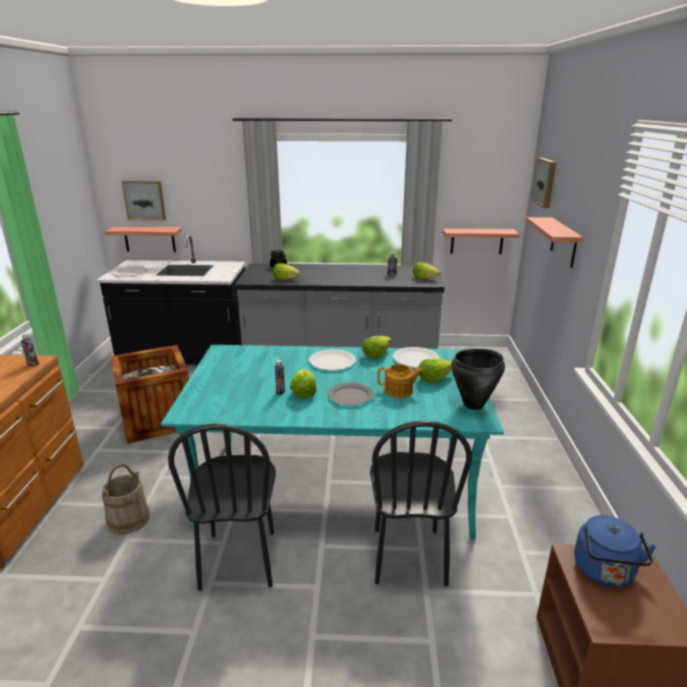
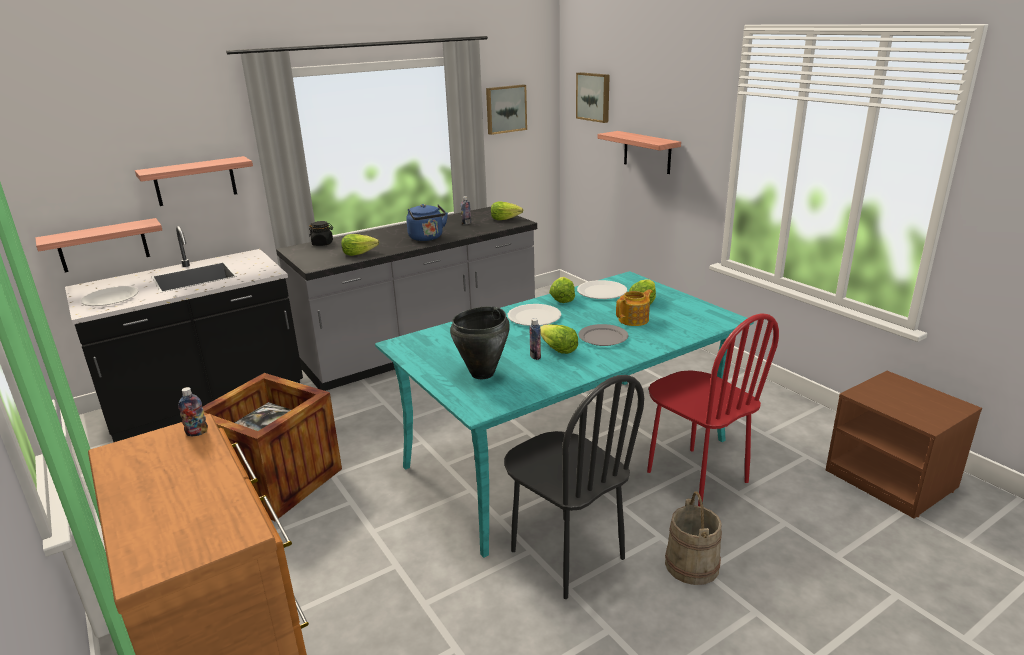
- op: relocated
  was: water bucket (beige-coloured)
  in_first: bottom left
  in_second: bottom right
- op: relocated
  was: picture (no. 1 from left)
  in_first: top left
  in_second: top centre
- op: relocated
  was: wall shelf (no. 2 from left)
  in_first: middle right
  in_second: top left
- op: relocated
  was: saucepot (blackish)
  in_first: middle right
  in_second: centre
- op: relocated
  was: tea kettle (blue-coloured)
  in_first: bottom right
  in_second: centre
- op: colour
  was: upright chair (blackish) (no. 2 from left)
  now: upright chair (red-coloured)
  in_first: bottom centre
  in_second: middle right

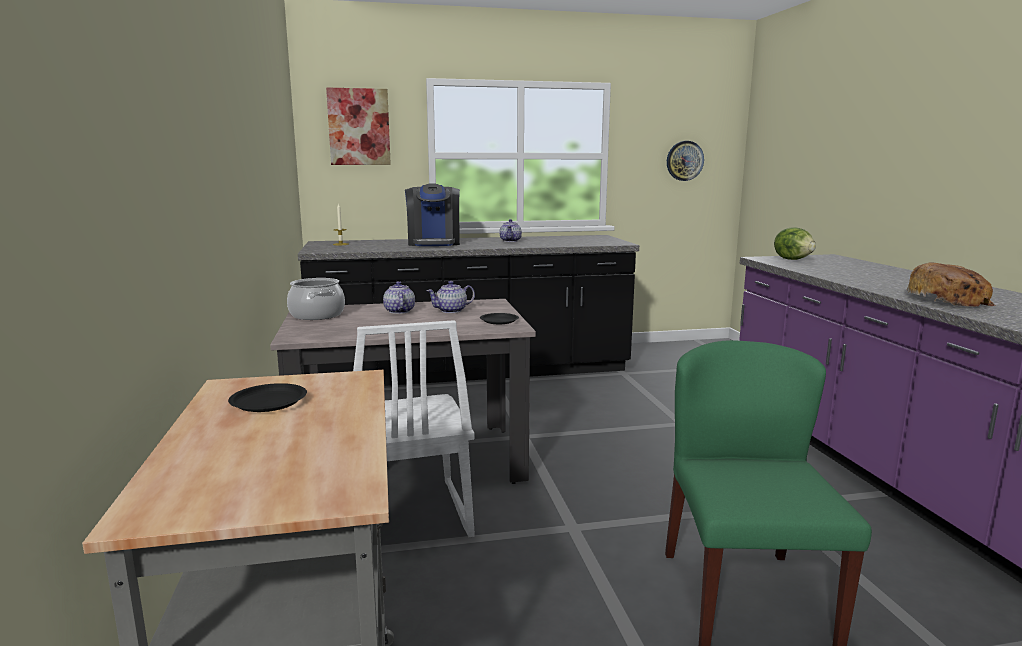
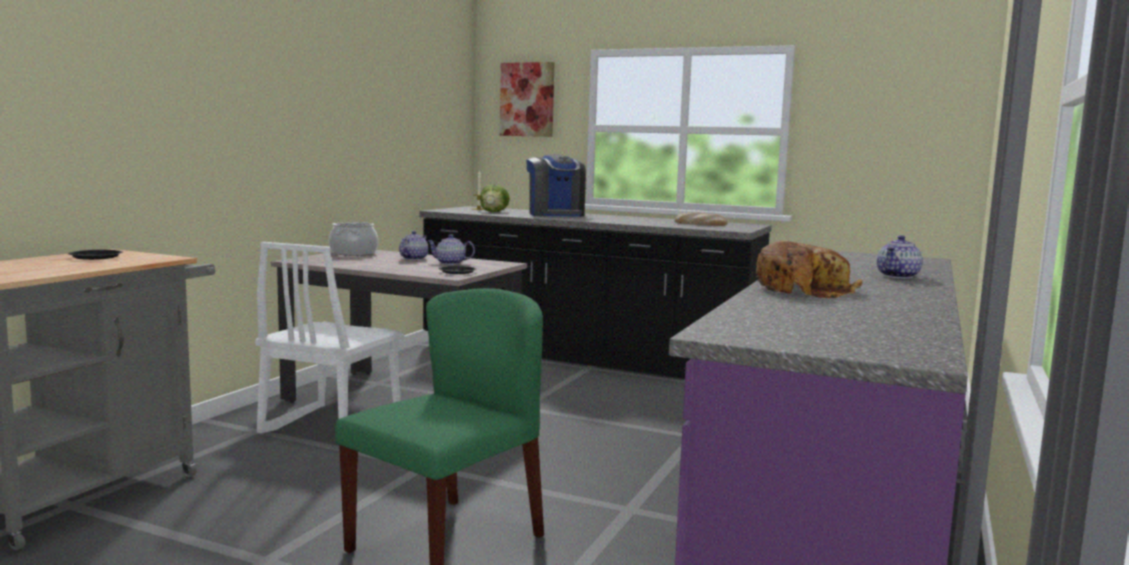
- op: missing
  was: wall clock
  in_first: top right
- op: appeared
  now: bread (no. 1 from left)
  in_second: centre
- op: relocated
  was: tea pot (no. 3 from left)
  in_first: centre
  in_second: middle right
- op: relocated
  was: lettuce
  in_first: middle right
  in_second: centre
- op: spun
  was: coffee brewer
  in_first: top centre
  in_second: top centre
  clockwise: -45

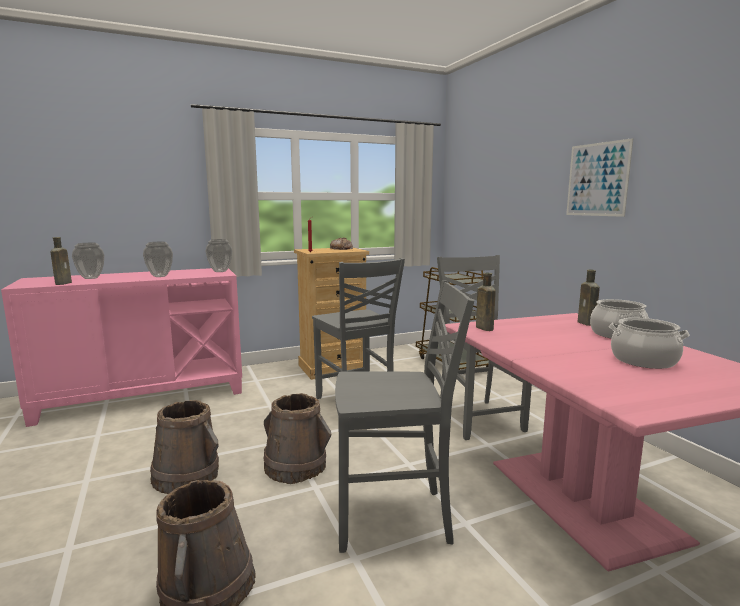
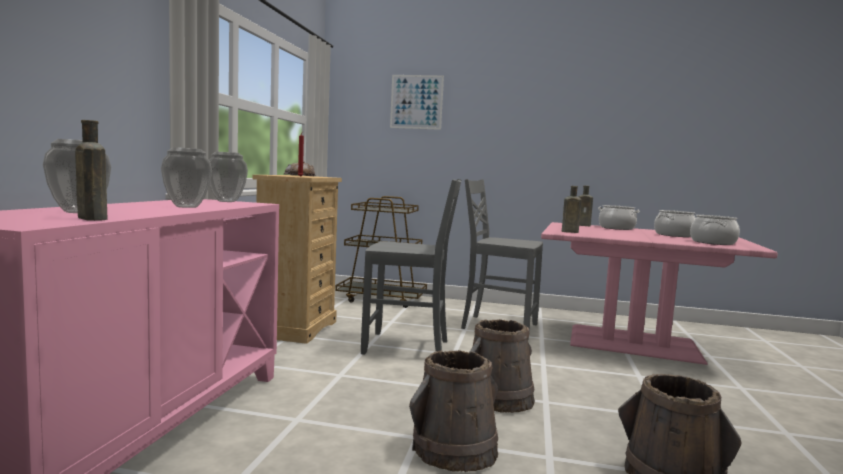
- op: missing
  was: upright chair (gray) (no. 2 from left)
  in_first: bottom centre
- op: appeared
  now: saucepot (no. 3 from left)
  in_second: middle right
- op: relocated
  was: picture
  in_first: top right
  in_second: top centre

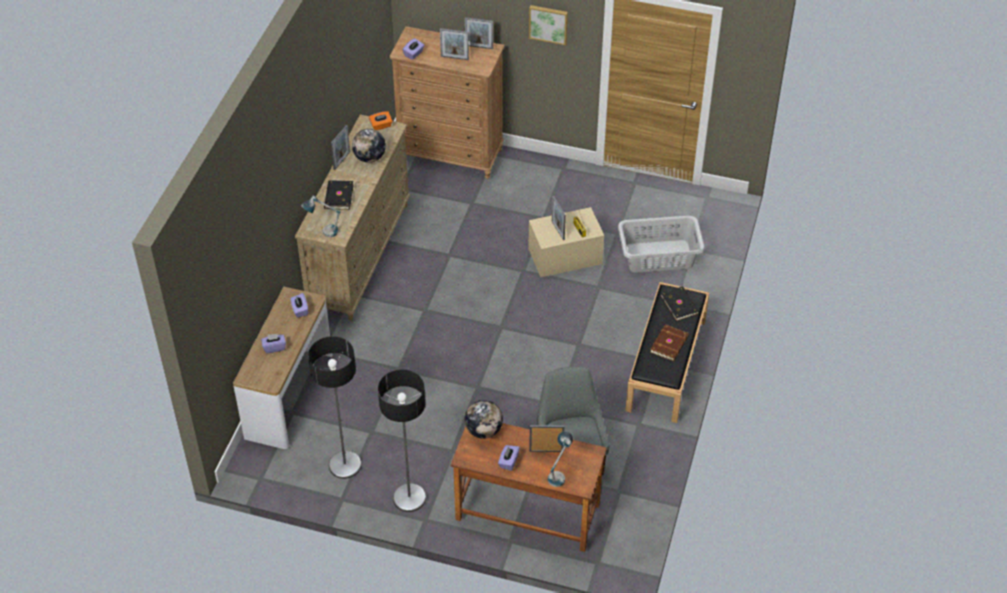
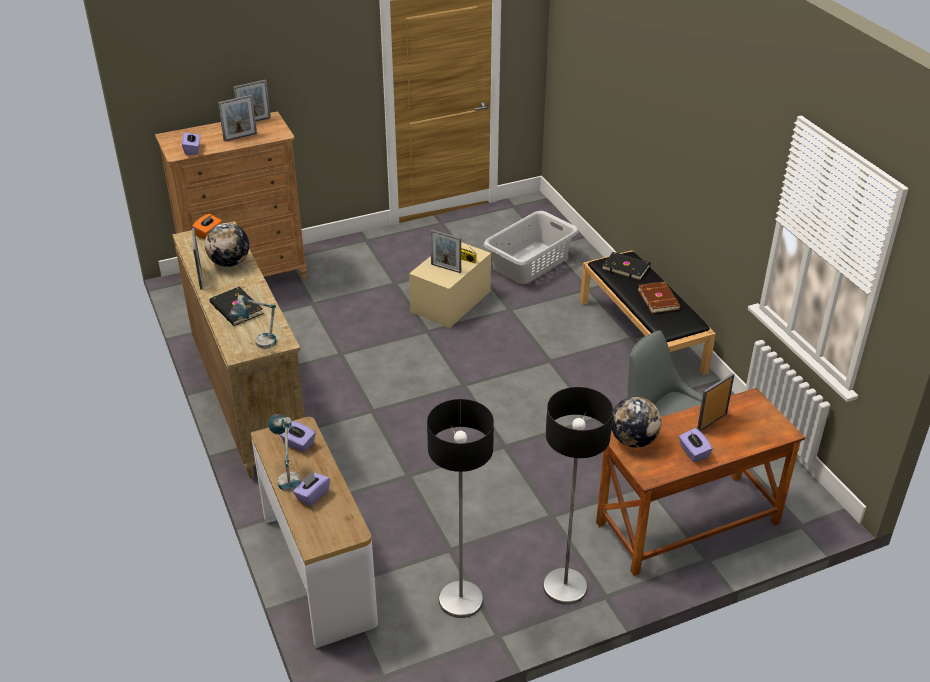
- op: missing
  was: picture
  in_first: top centre
- op: relocated
  was: lamp for a table (no. 2 from left)
  in_first: bottom centre
  in_second: middle left

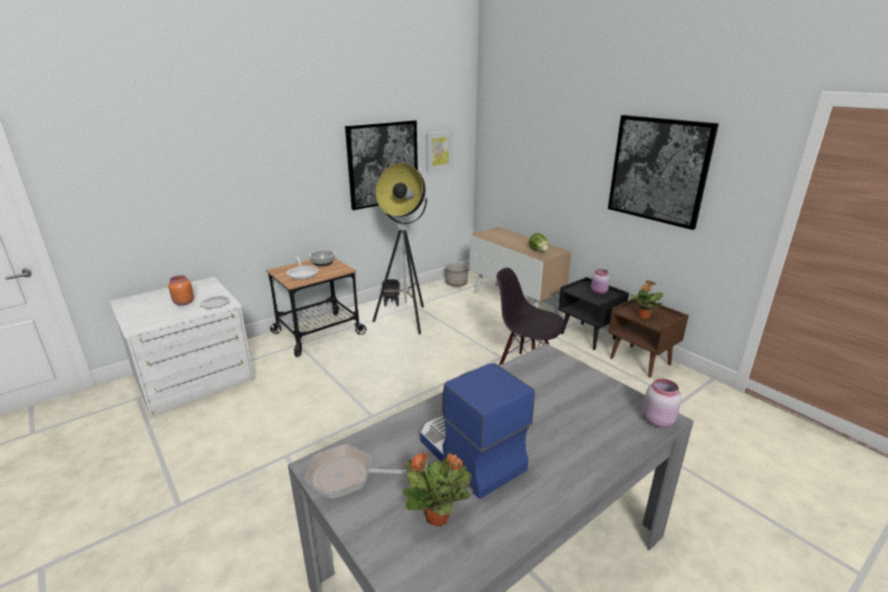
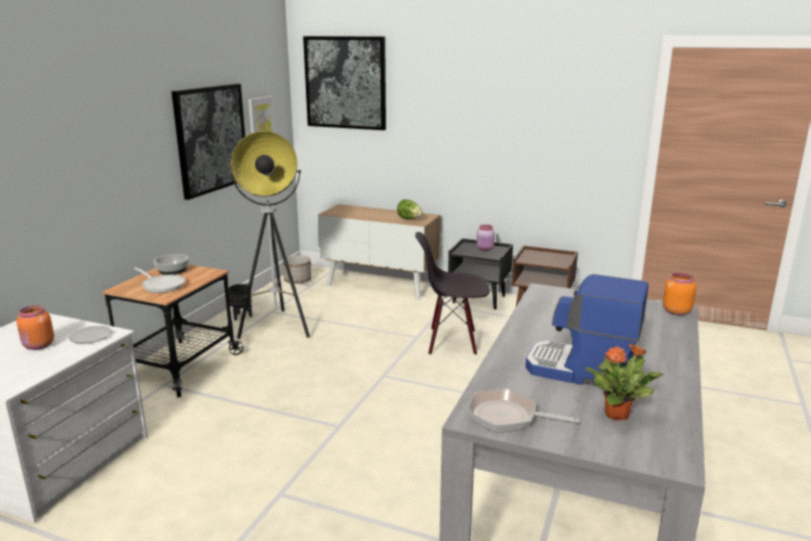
- op: missing
  was: plant in a pot (no. 2 from left)
  in_first: middle right
- op: relocated
  was: picture (no. 3 from left)
  in_first: top right
  in_second: top centre
- op: colour
  was: jar (pink) (no. 2 from left)
  now: jar (orange) (no. 2 from left)
  in_first: bottom right
  in_second: middle right
- op: spun
  was: skillet (no. 2 from left)
  in_first: bottom centre
  in_second: bottom centre
  clockwise: 45

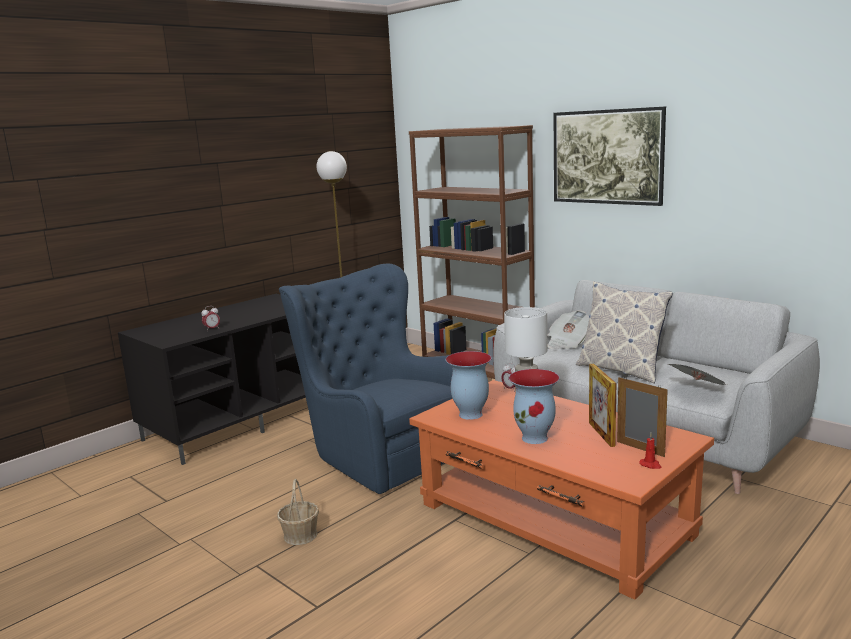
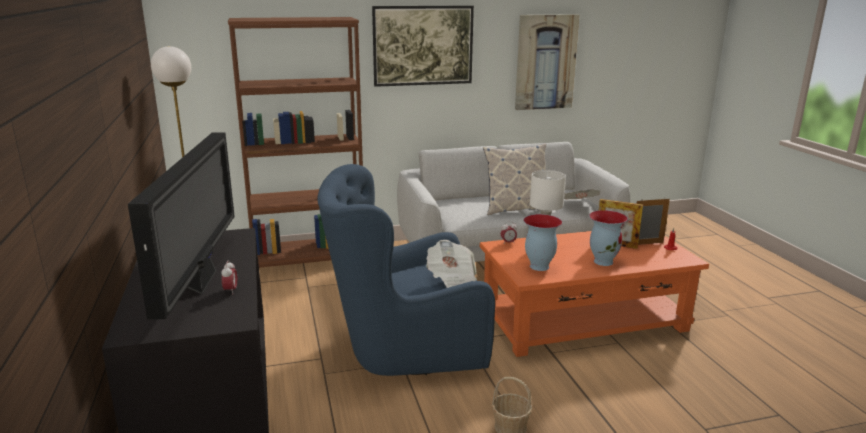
- op: appeared
  now: TV
  in_second: middle left
- op: appeared
  now: picture (no. 2 from left)
  in_second: top centre
- op: relocated
  was: newspaper (no. 1 from left)
  in_first: middle right
  in_second: centre

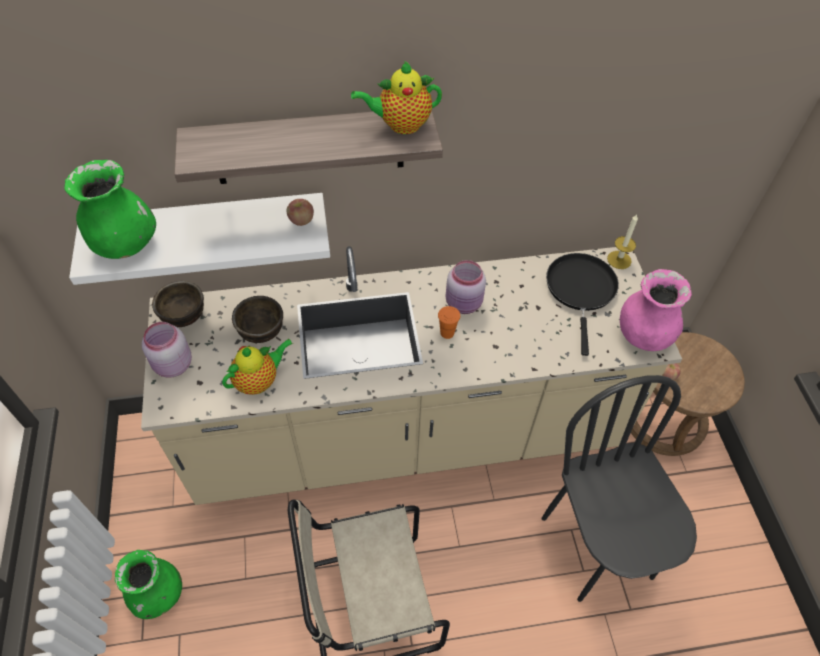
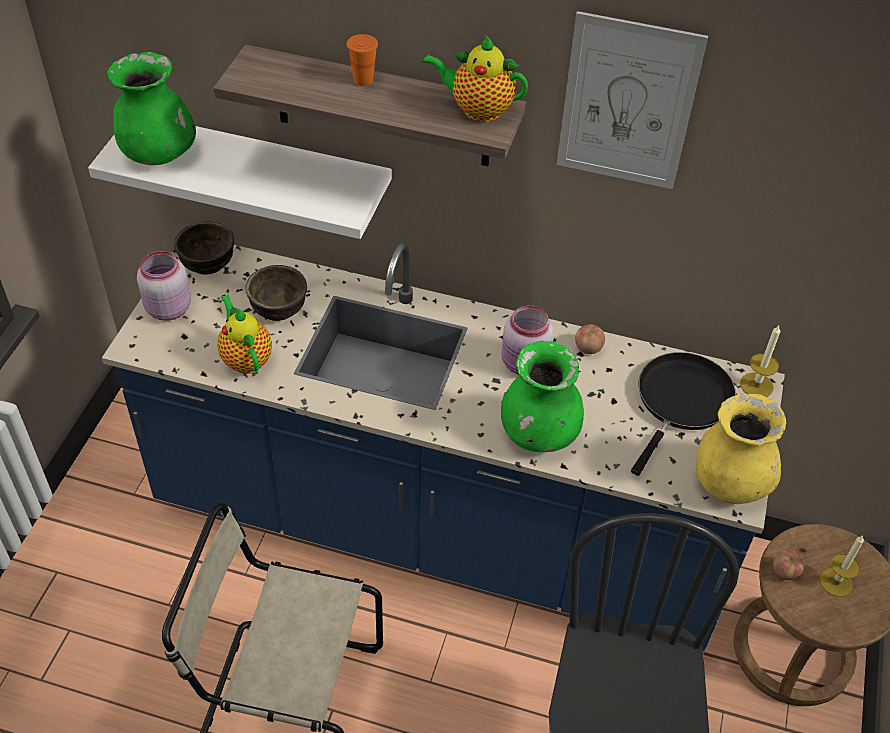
- op: appeared
  now: picture
  in_second: top right
- op: appeared
  now: candle (no. 2 from left)
  in_second: bottom right
- op: relocated
  was: flower vase (greenish) (no. 2 from left)
  in_first: bottom left
  in_second: centre
- op: relocated
  was: apple (no. 1 from left)
  in_first: top centre
  in_second: centre
- op: relocated
  was: cup (orange)
  in_first: centre
  in_second: top centre
- op: colour
  was: kitchen counter (beige-coloured)
  now: kitchen counter (blue-coloured)
  in_first: centre
  in_second: centre
- op: colour
  was: flower vase (pink)
  now: flower vase (yellowish)
  in_first: middle right
  in_second: middle right
- op: spun
  was: tea pot (no. 1 from left)
  in_first: middle left
  in_second: middle left
  clockwise: -105

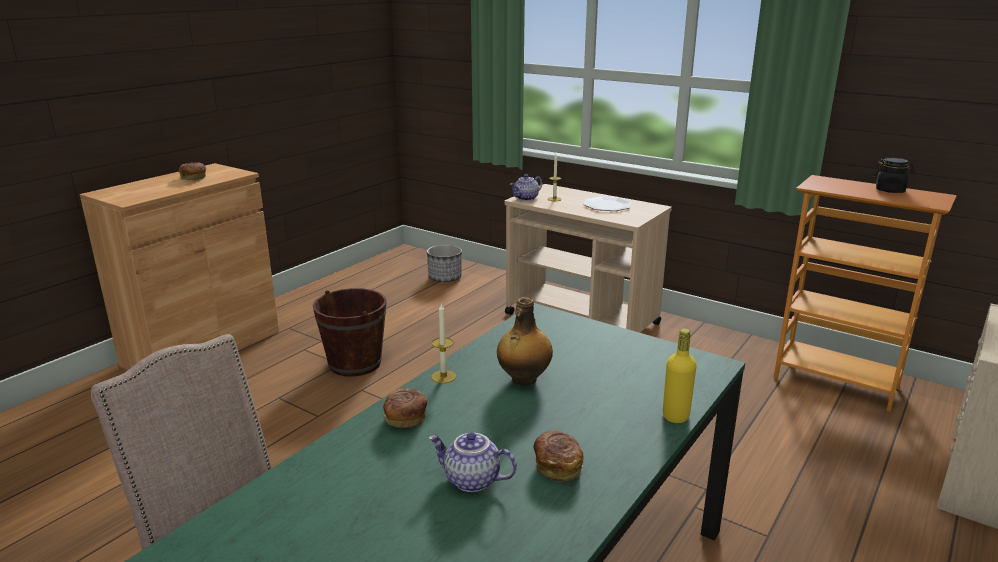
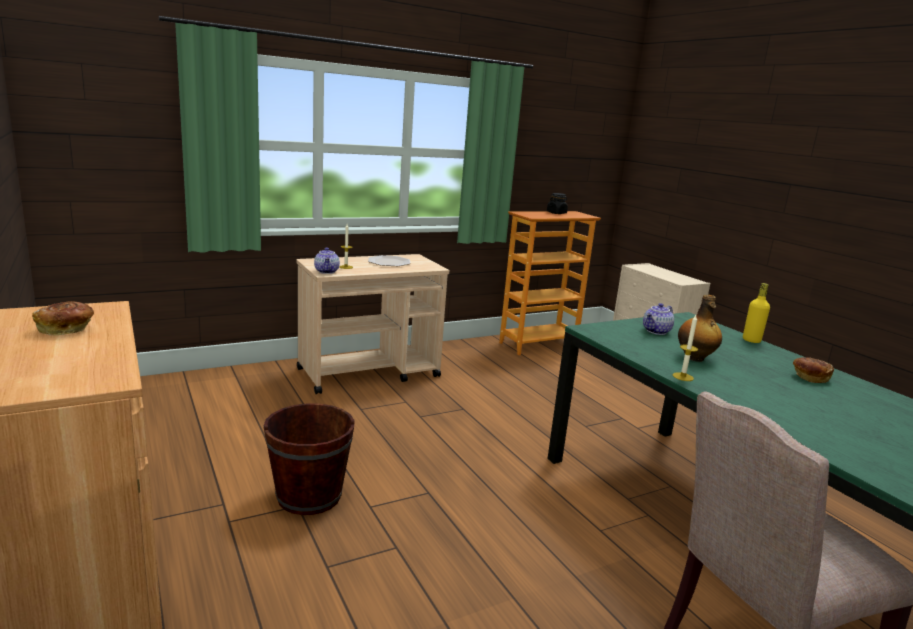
- op: missing
  was: bread (no. 2 from left)
  in_first: bottom centre
- op: missing
  was: flower pot
  in_first: centre
- op: relocated
  was: tea pot (no. 1 from left in the first image)
  now: tea pot (no. 2 from left)
  in_first: bottom centre
  in_second: middle right

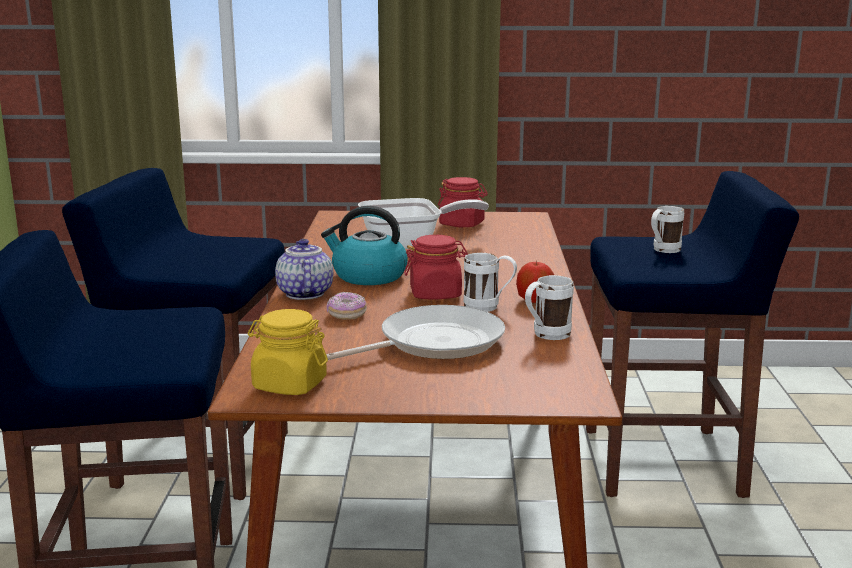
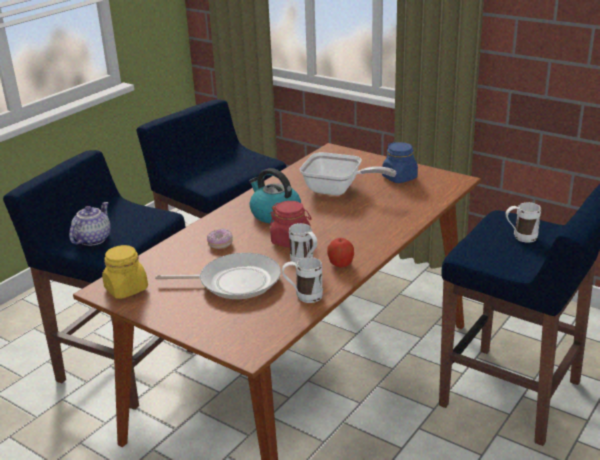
- op: relocated
  was: tea pot
  in_first: centre
  in_second: middle left
- op: colour
  was: jar (red-coloured) (no. 2 from left)
  now: jar (blue-coloured)
  in_first: centre
  in_second: middle right

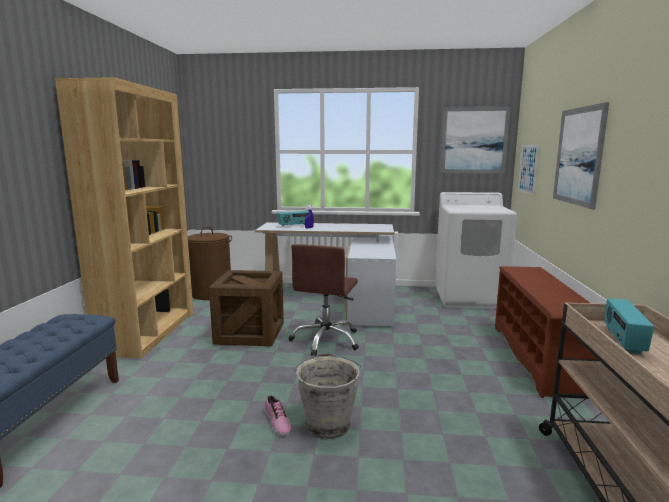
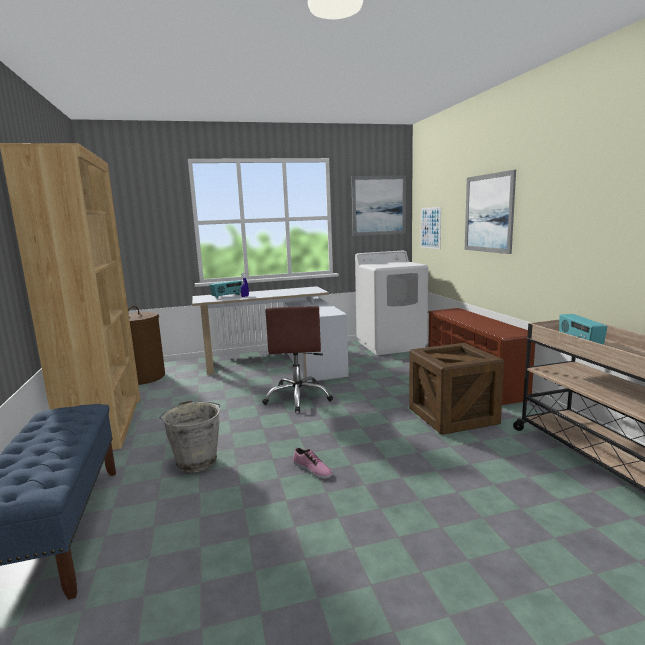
- op: relocated
  was: shipping crate
  in_first: centre
  in_second: middle right
- op: relocated
  was: water bucket (gray)
  in_first: bottom centre
  in_second: bottom left

